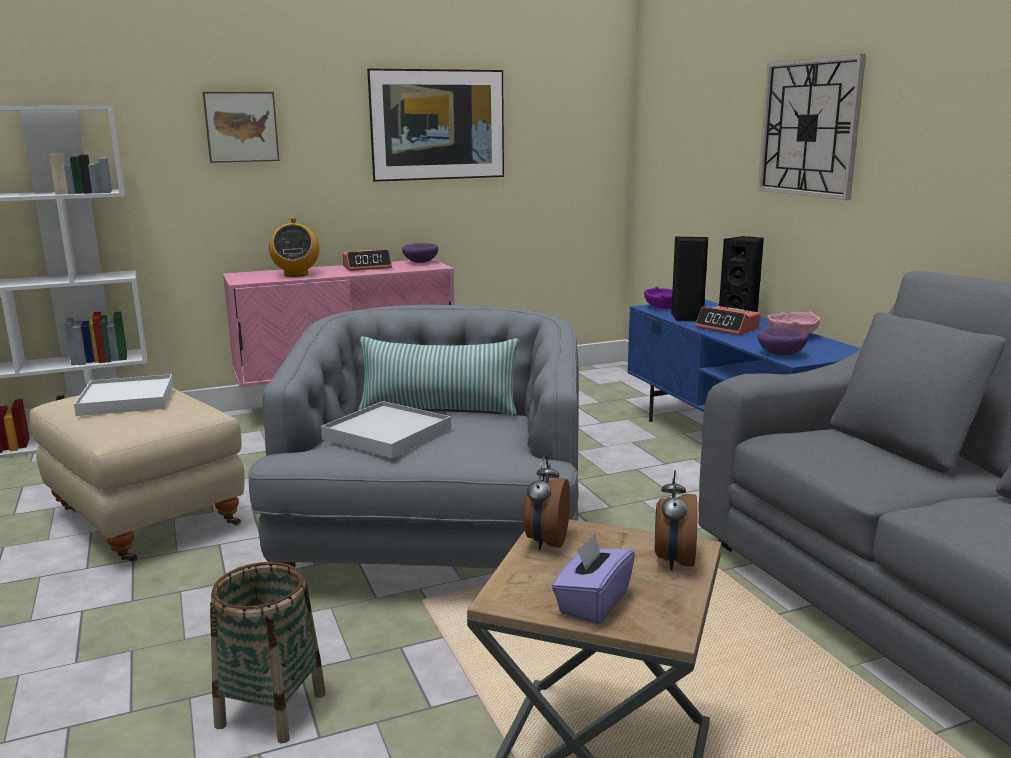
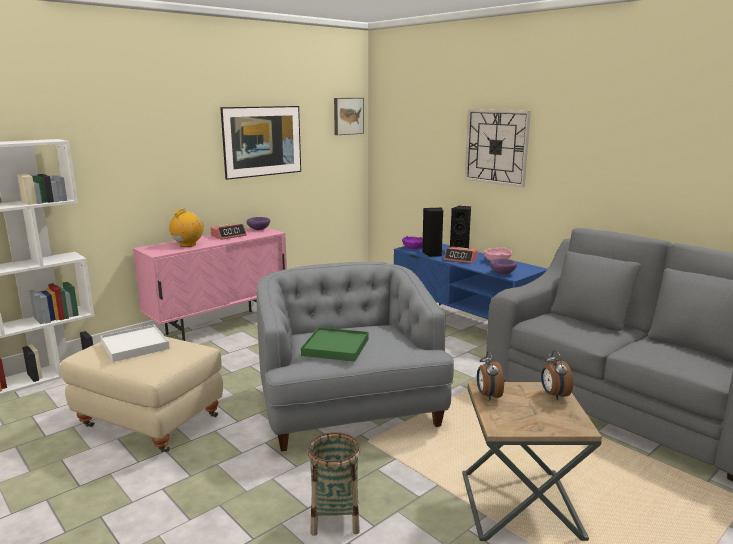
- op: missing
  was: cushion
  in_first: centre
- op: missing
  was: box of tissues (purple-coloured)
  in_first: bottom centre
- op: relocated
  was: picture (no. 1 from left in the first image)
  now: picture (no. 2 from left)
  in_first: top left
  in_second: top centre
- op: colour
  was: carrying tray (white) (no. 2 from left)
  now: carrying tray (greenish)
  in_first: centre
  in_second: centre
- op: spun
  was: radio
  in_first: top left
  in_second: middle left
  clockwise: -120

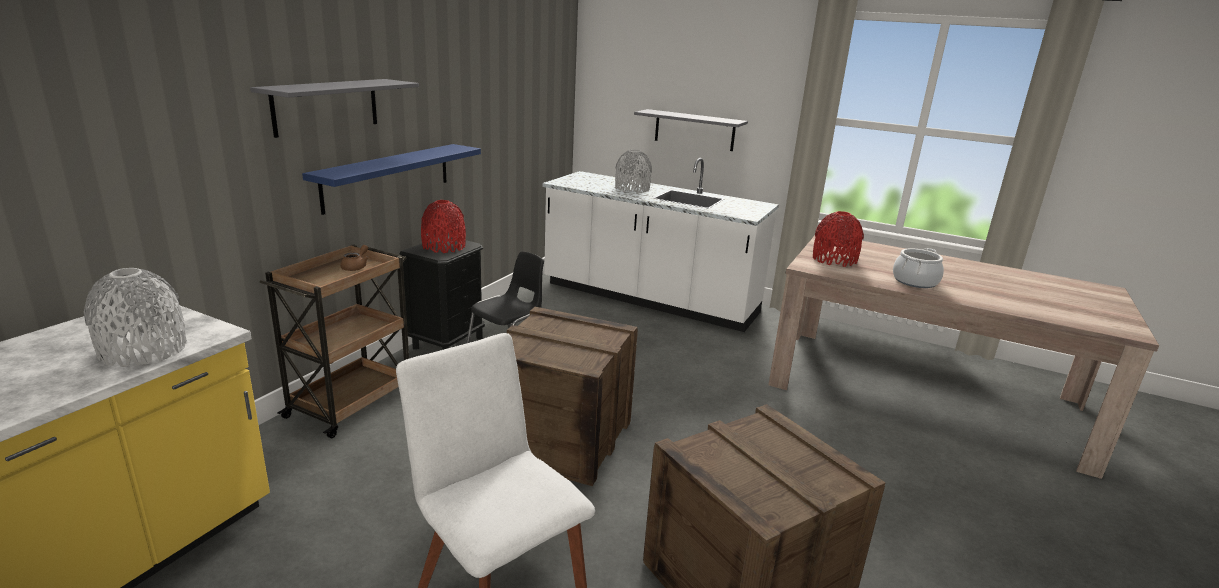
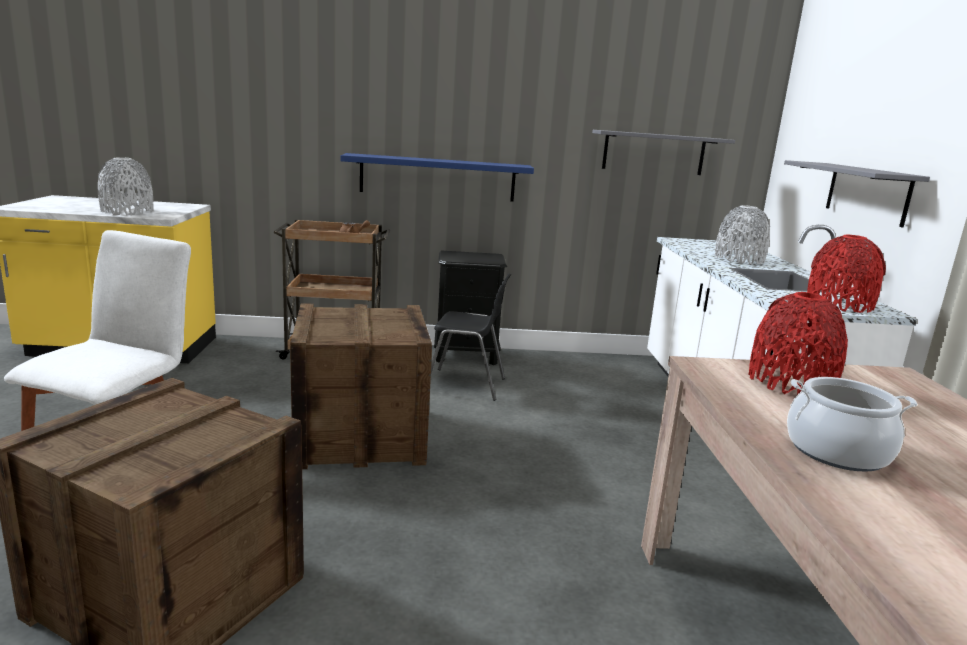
- op: relocated
  was: wall shelf (gray) (no. 1 from left)
  in_first: top left
  in_second: top right
- op: relocated
  was: flower vase (red-coloured) (no. 1 from left in the first image)
  now: flower vase (red-coloured) (no. 2 from left)
  in_first: centre
  in_second: middle right

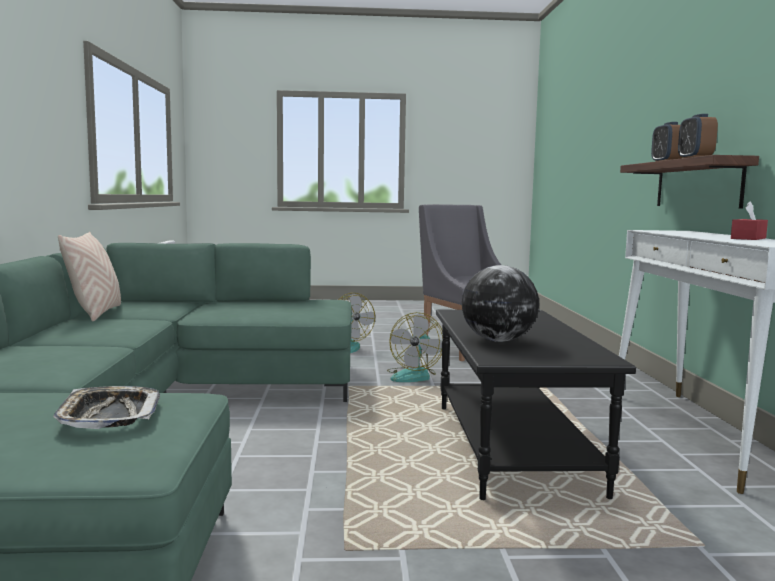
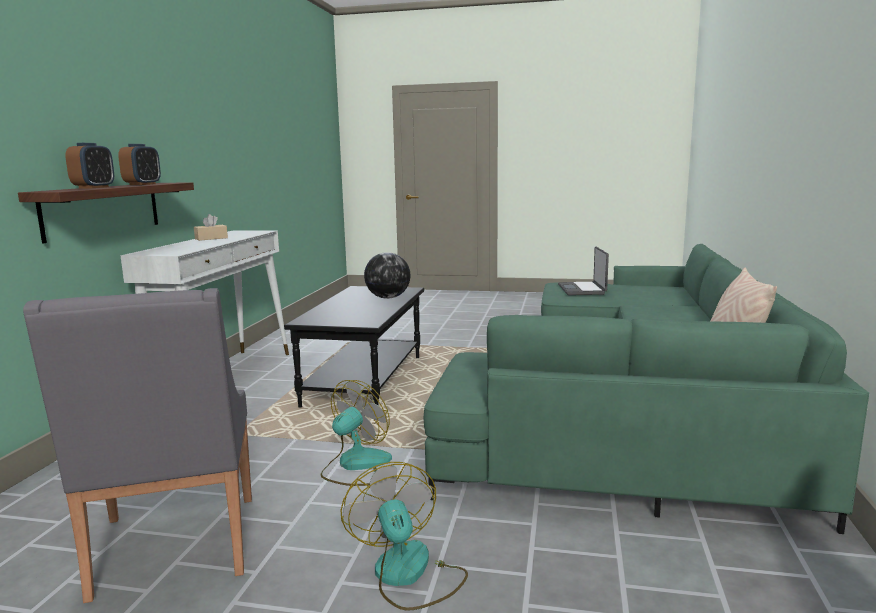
- op: exchanged
  was: carrying tray
  now: portable computer
  in_first: bottom left
  in_second: centre
- op: colour
  was: box of tissues (red-coloured)
  now: box of tissues (beige-coloured)
  in_first: middle right
  in_second: middle left

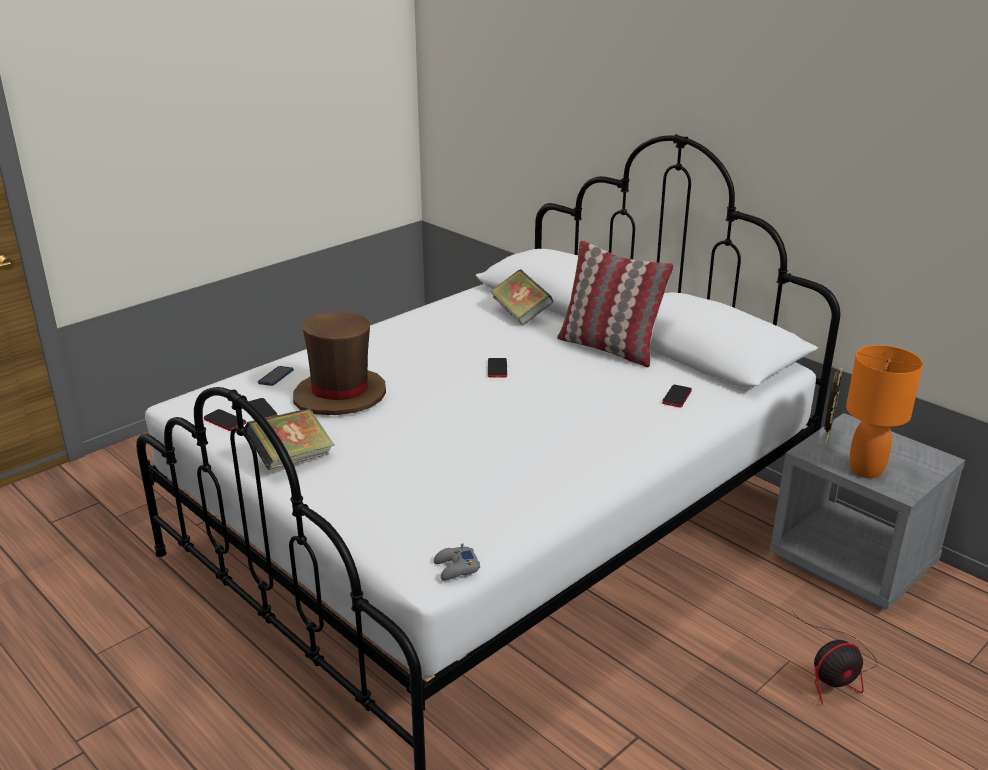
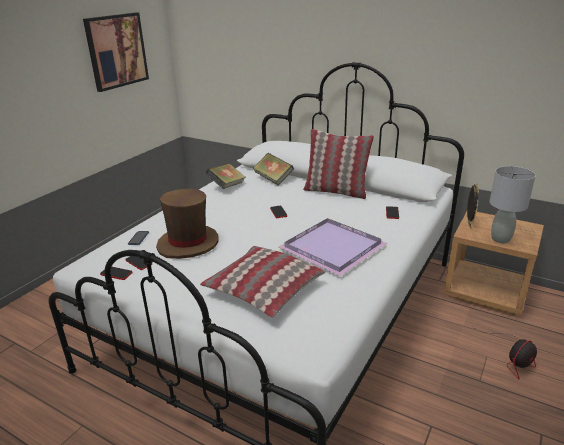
- op: missing
  was: game controller (gray)
  in_first: bottom centre
- op: appeared
  now: picture
  in_second: top left
- op: appeared
  now: cushion (no. 1 from left)
  in_second: centre
- op: appeared
  now: carrying tray (purple-coloured)
  in_second: centre
- op: relocated
  was: bound book (no. 1 from left)
  in_first: middle left
  in_second: centre
- op: colour
  was: nightstand (gray)
  now: nightstand (brown)
  in_first: middle right
  in_second: middle right
- op: colour
  was: lamp for a table (orange)
  now: lamp for a table (gray)
  in_first: middle right
  in_second: middle right

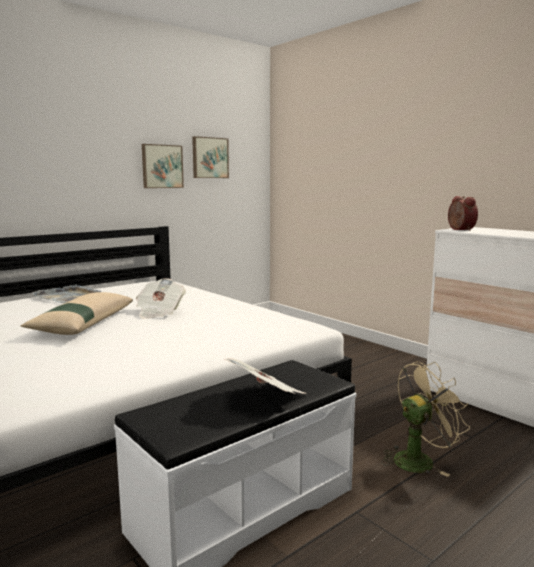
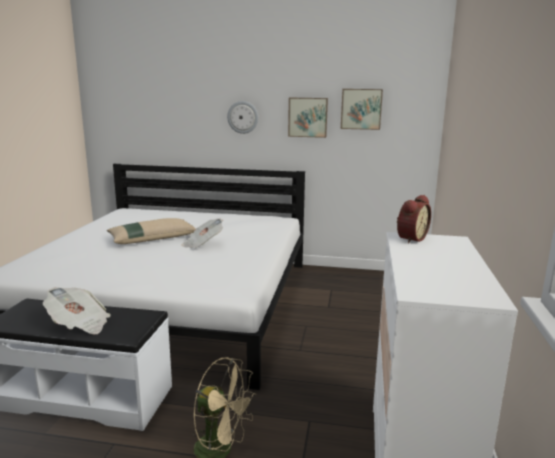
- op: missing
  was: carrying tray (gray)
  in_first: middle left
- op: appeared
  now: wall clock
  in_second: top centre

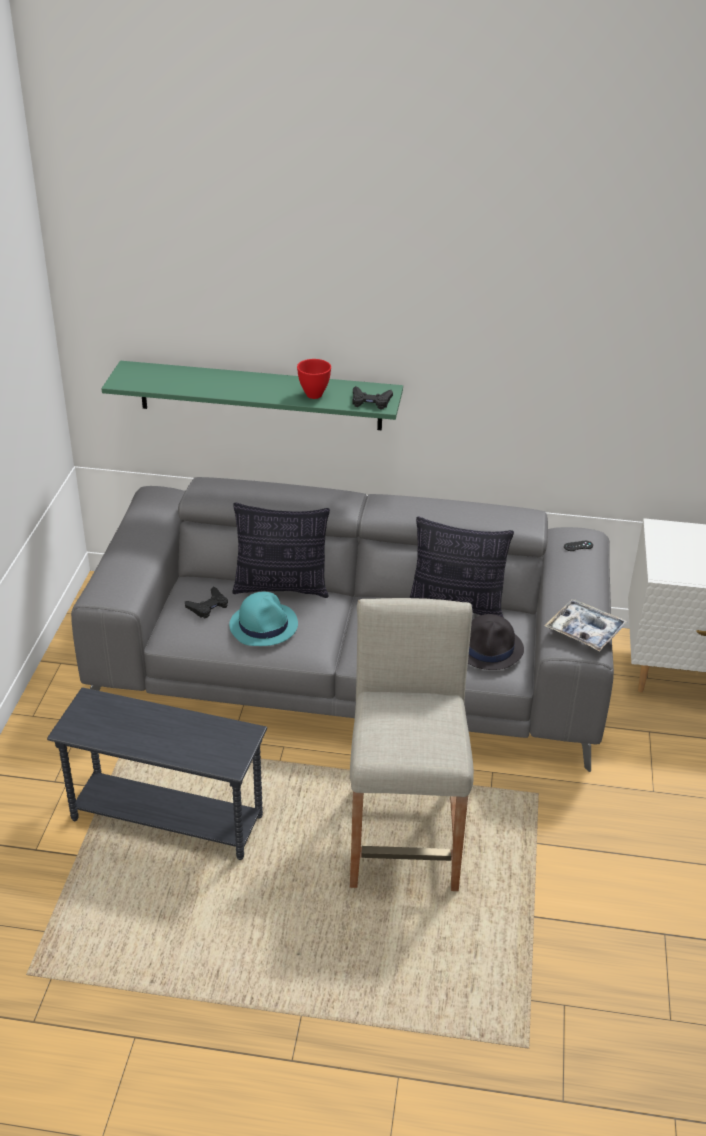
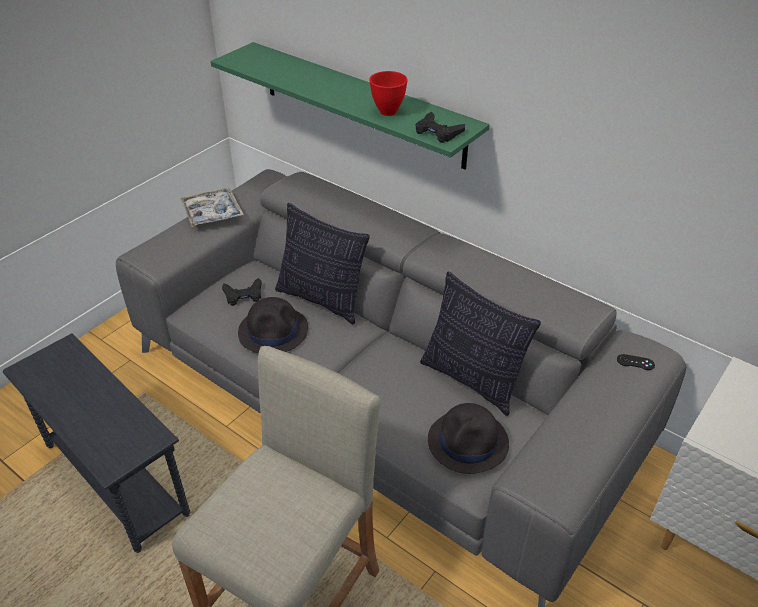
- op: relocated
  was: carrying tray
  in_first: middle right
  in_second: middle left
- op: colour
  was: hat (turquoise)
  now: hat (blackish) (no. 1 from left)
  in_first: centre
  in_second: centre

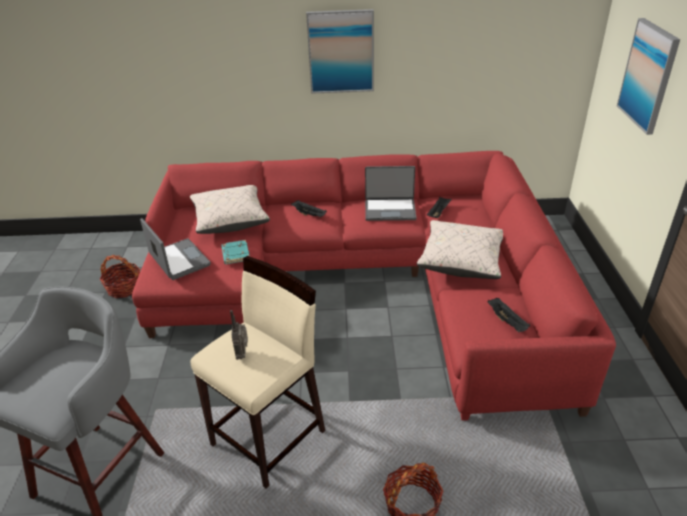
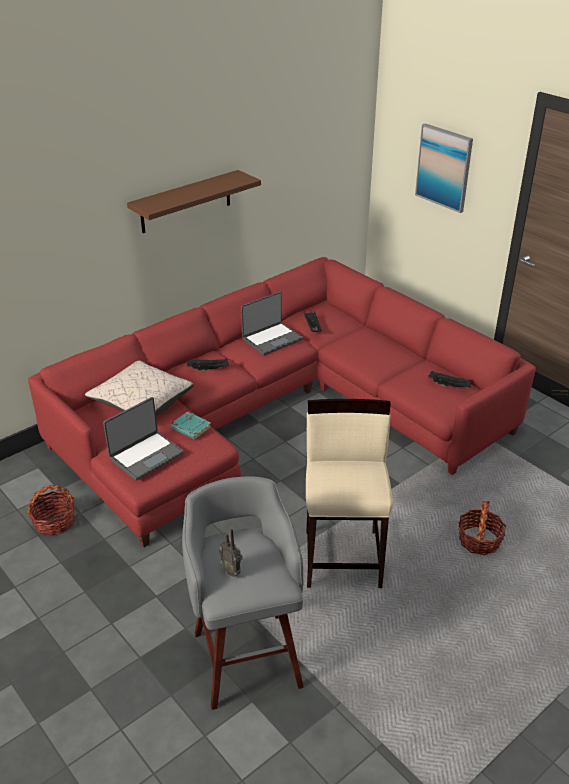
- op: missing
  was: cushion (beige-coloured) (no. 2 from left)
  in_first: middle right
- op: relocated
  was: radio
  in_first: centre
  in_second: bottom centre
- op: exchanged
  was: picture (no. 1 from left)
  now: wall shelf (brown)
  in_first: top centre
  in_second: top centre
- op: spun
  was: portable computer (no. 1 from left)
  in_first: middle left
  in_second: middle left
  clockwise: 120

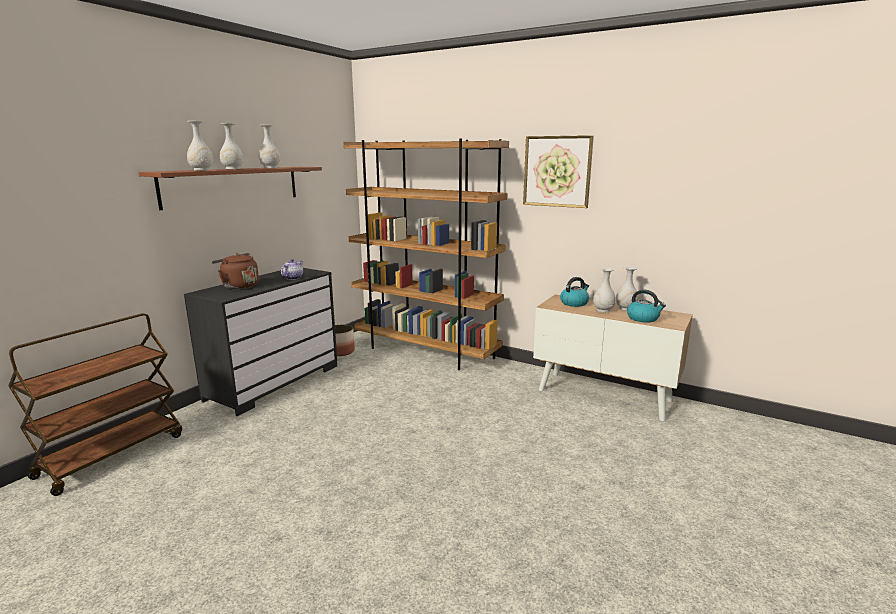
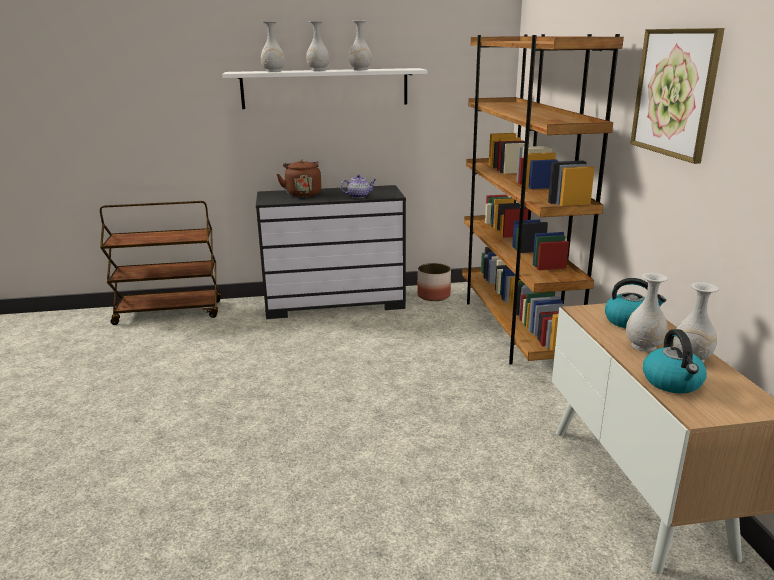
- op: colour
  was: wall shelf (brown)
  now: wall shelf (white)
  in_first: top left
  in_second: top centre

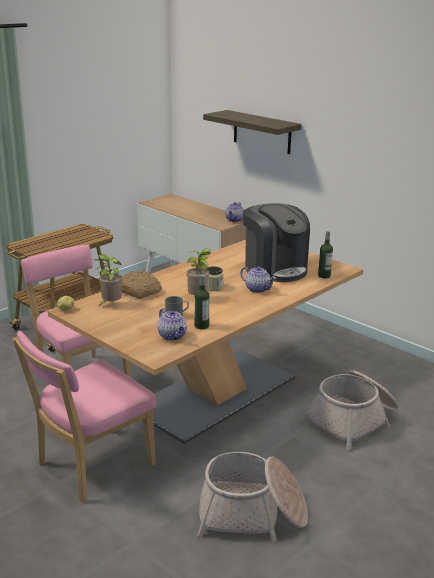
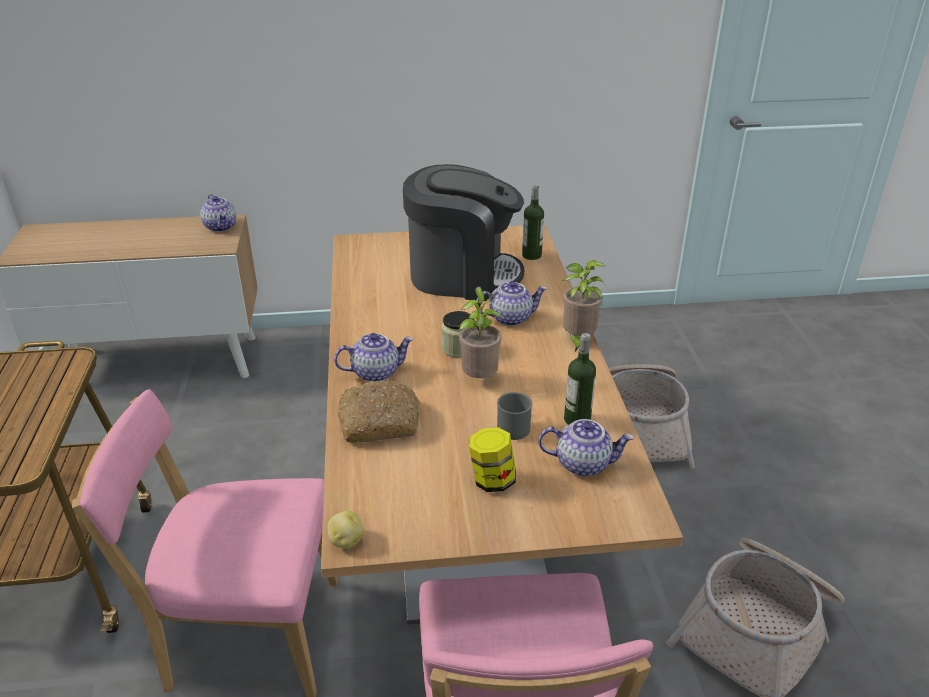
- op: missing
  was: wall shelf
  in_first: top centre
- op: appeared
  now: tea pot (no. 2 from left)
  in_second: centre
- op: appeared
  now: jar (no. 2 from left)
  in_second: centre
- op: relocated
  was: plant in a pot (no. 1 from left in the first image)
  now: plant in a pot (no. 2 from left)
  in_first: middle left
  in_second: centre

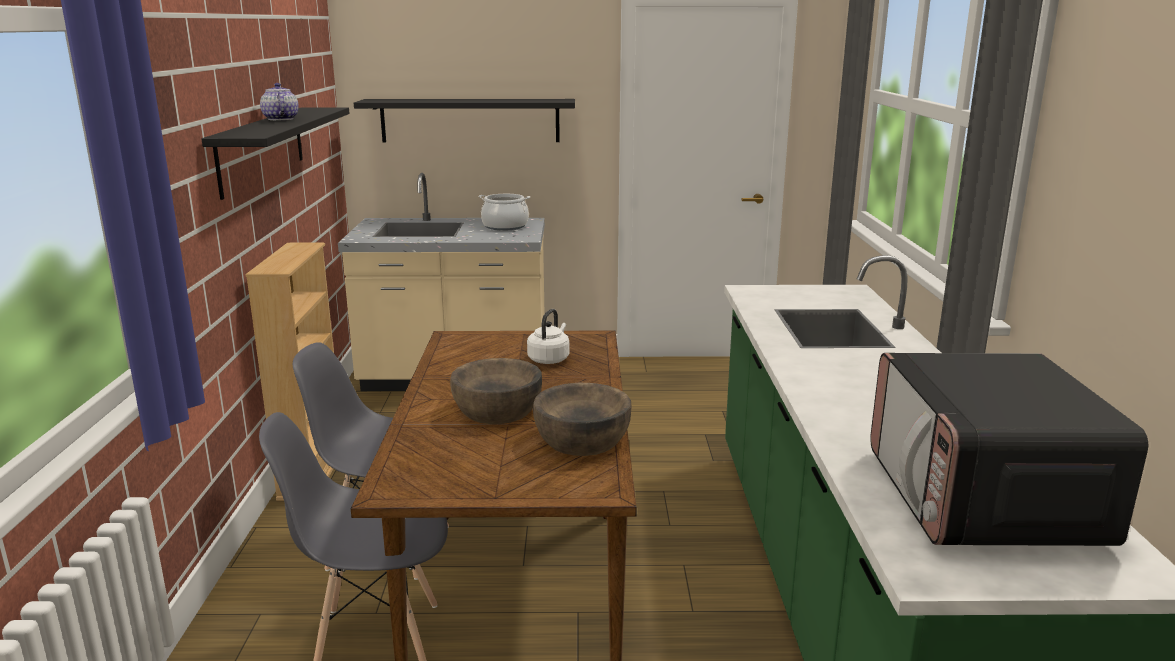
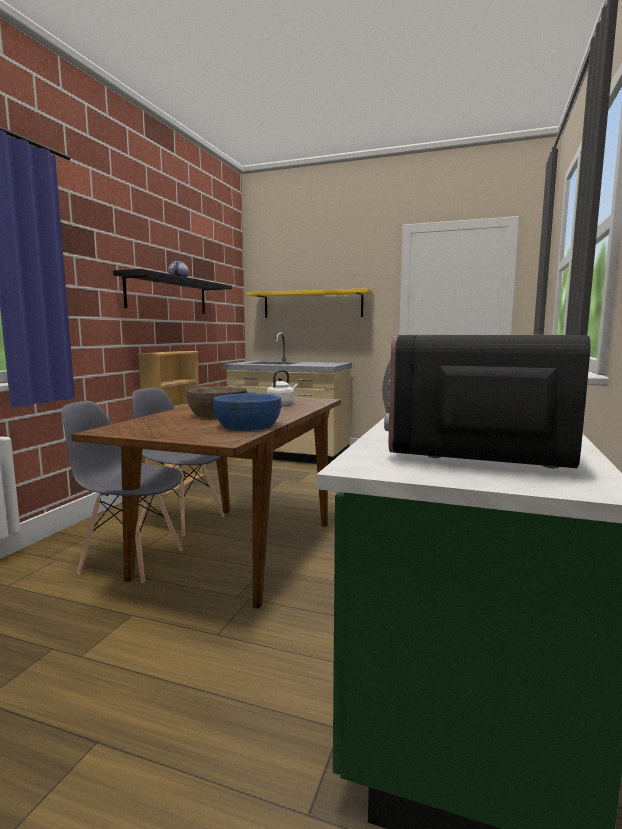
- op: missing
  was: saucepot
  in_first: top centre
- op: colour
  was: wall shelf (blackish) (no. 2 from left)
  now: wall shelf (yellowish)
  in_first: top centre
  in_second: centre
- op: colour
  was: serving bowl (brown) (no. 2 from left)
  now: serving bowl (blue-coloured)
  in_first: centre
  in_second: centre

